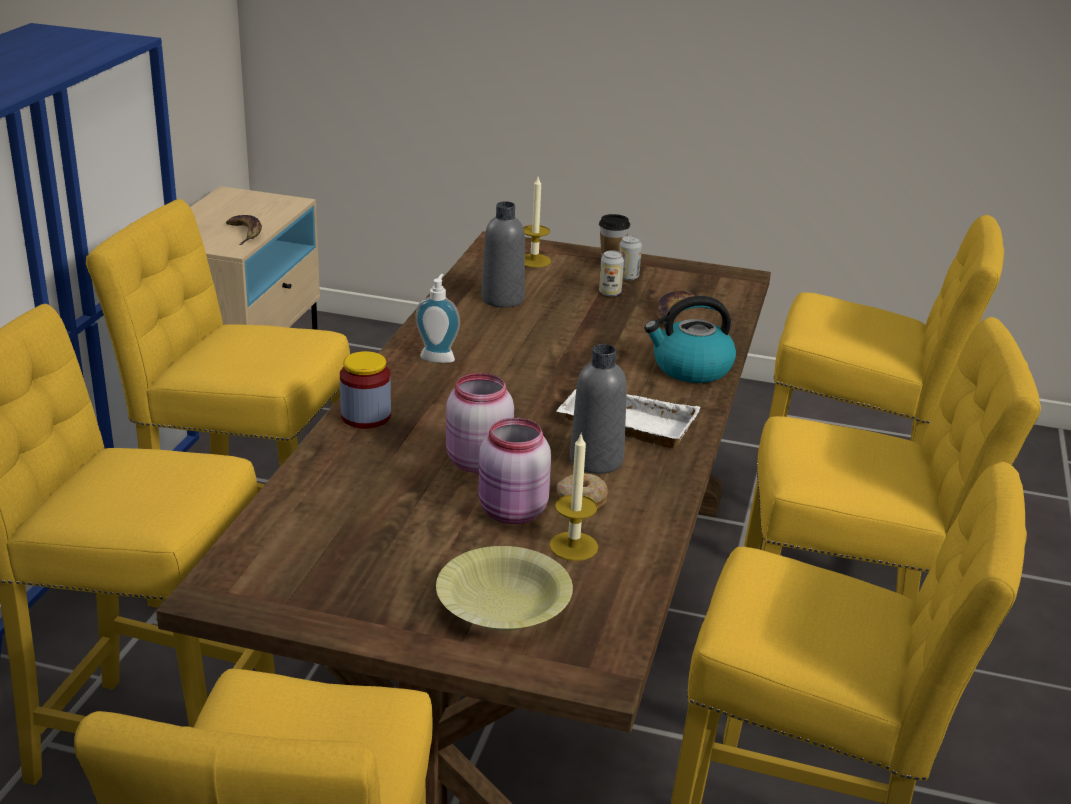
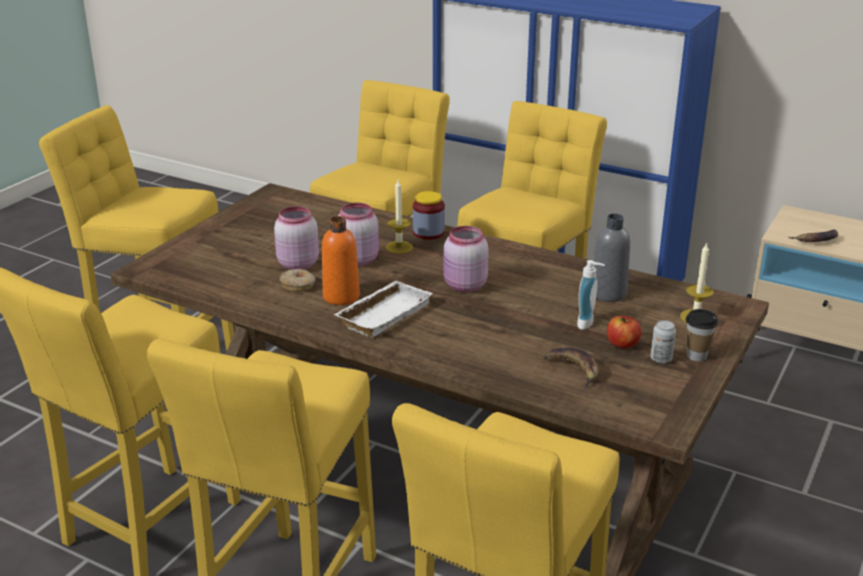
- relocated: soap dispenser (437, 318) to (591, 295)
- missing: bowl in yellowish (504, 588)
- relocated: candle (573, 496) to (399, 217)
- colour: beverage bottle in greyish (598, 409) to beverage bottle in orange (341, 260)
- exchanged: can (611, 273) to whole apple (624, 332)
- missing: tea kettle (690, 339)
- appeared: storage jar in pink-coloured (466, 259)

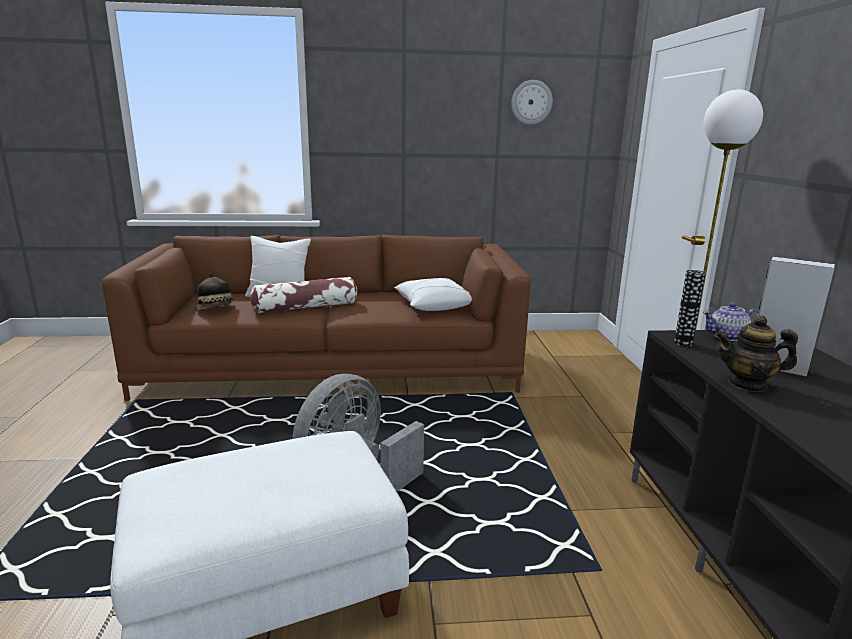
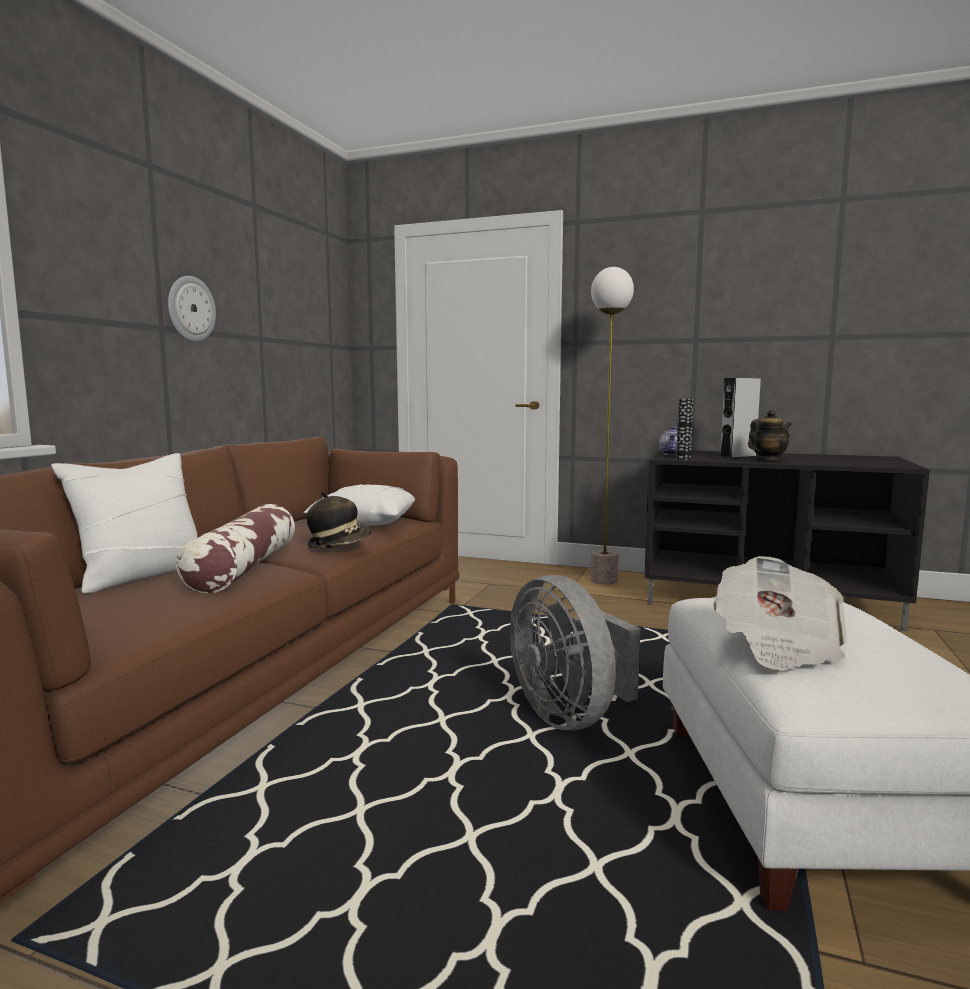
- relocated: clothing hat (216, 291) to (339, 520)
- relocated: hanging clock (532, 102) to (192, 309)
- spun: pot for tea (756, 354) = (769, 435) 150 degrees counterclockwise
- appeared: newspaper (780, 613)

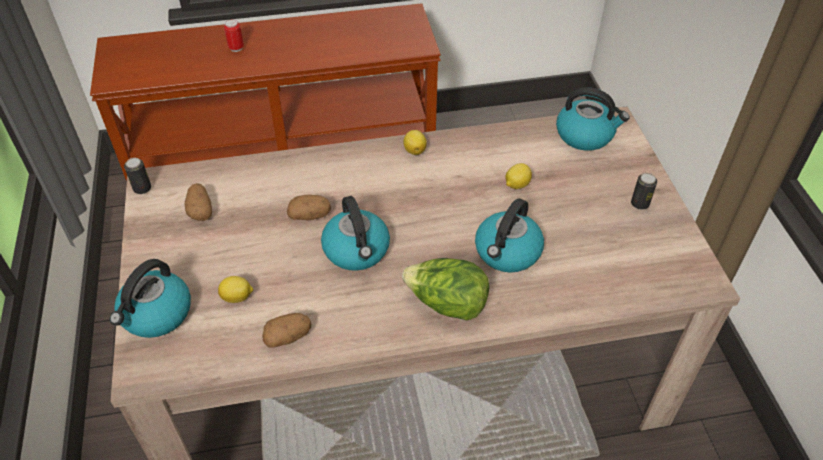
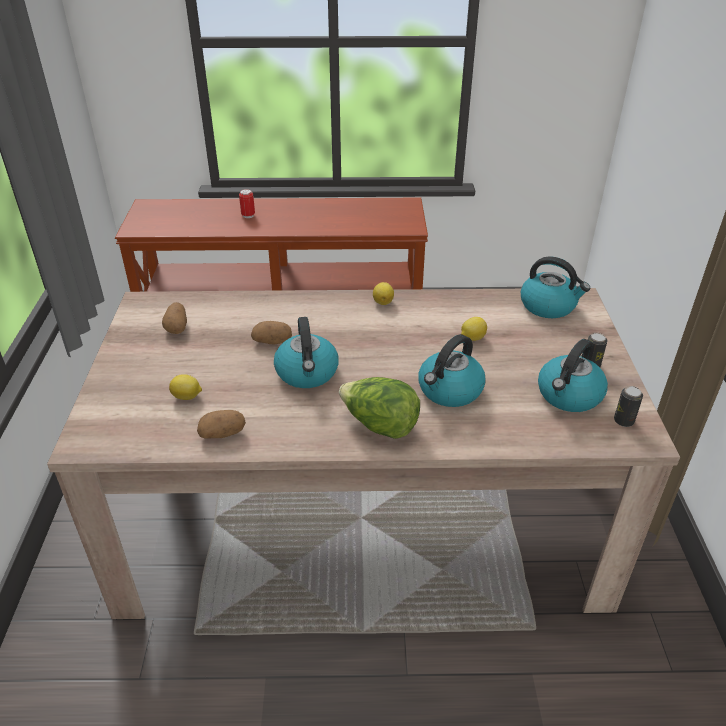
- relocated: tea kettle (150, 298) to (573, 375)
- relocated: can (137, 176) to (628, 406)

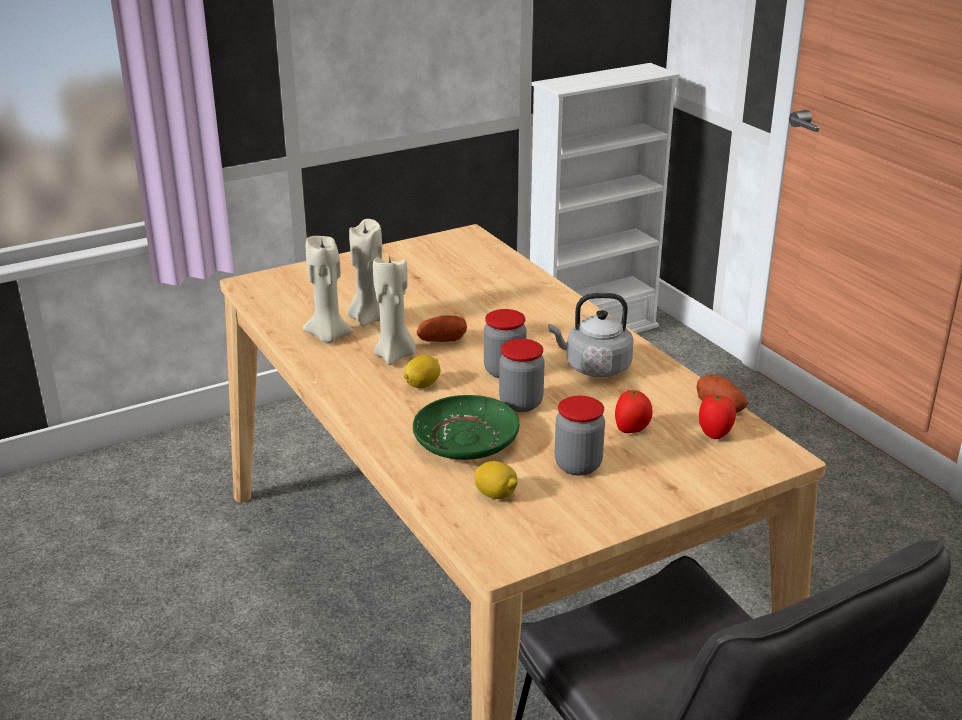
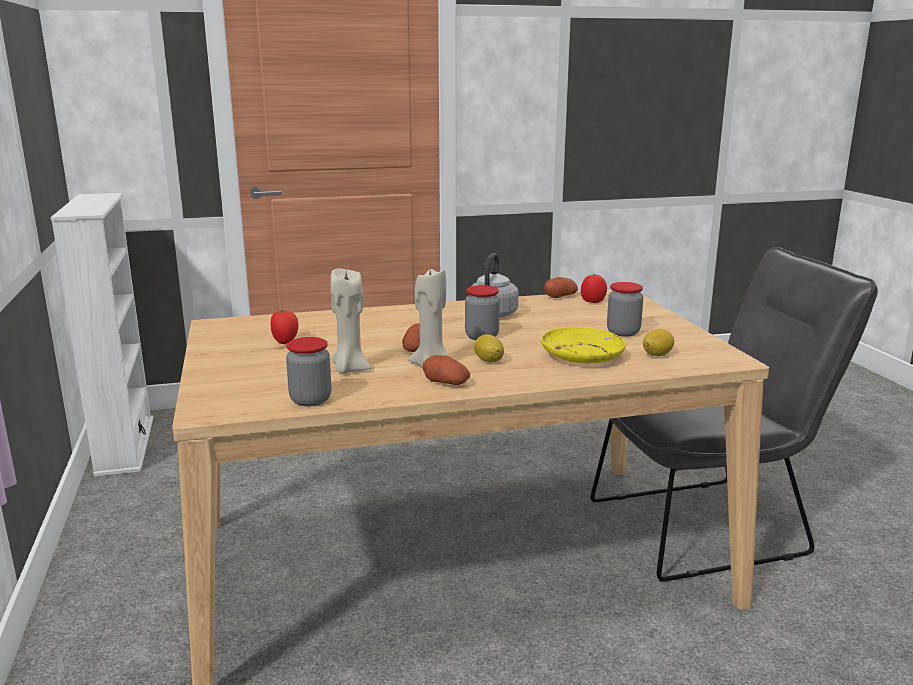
- missing: candle in beige-coloured (328, 289)
- colour: flat dish in green (466, 427) to flat dish in yellowish (583, 345)
- relocated: storage jar (522, 375) to (309, 371)
- relocated: fresh tomato (634, 411) to (285, 327)
- appeared: whole potato (446, 370)

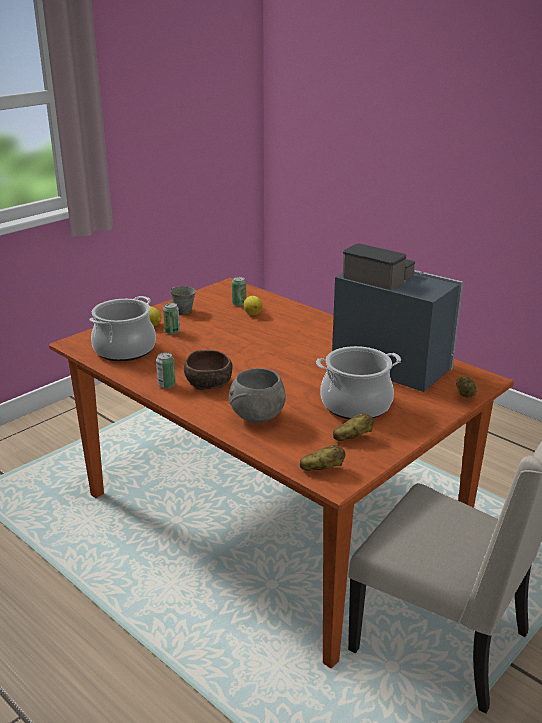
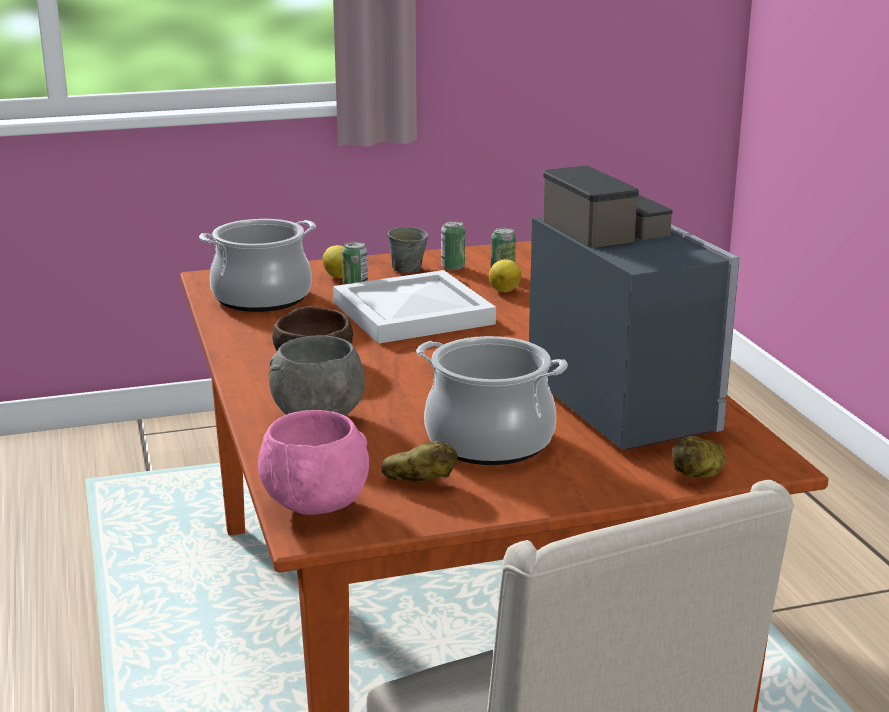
- relocated: can (166, 370) to (453, 245)
- exchanged: whole potato (322, 458) to bowl in pink-coloured (313, 462)
- appeared: tray in white (414, 307)

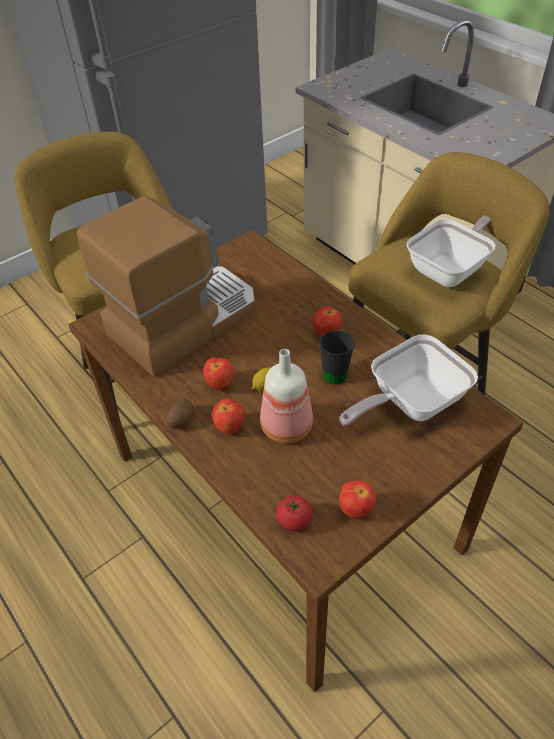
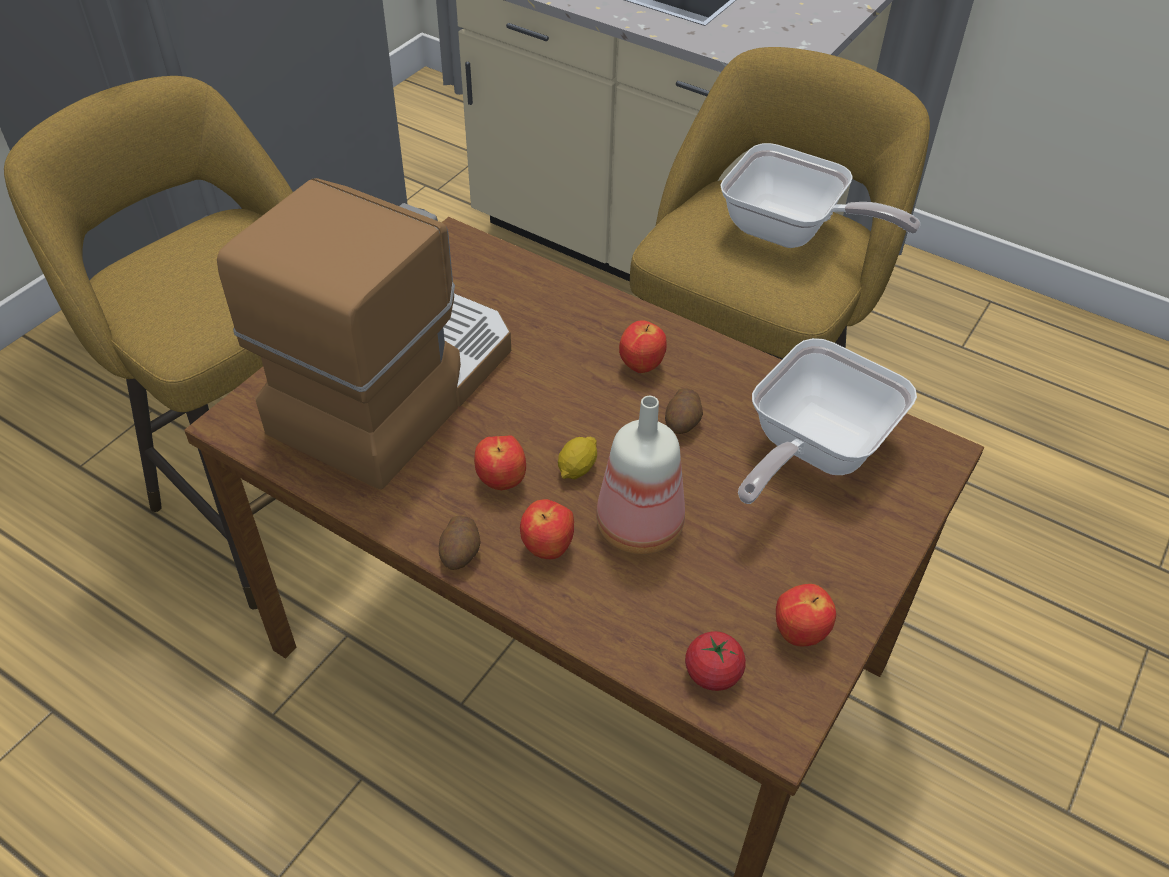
- exchanged: coffee mug in black-coloured (337, 357) to whole potato (684, 411)
- spun: frying pan (451, 251) = (820, 195) 90 degrees clockwise

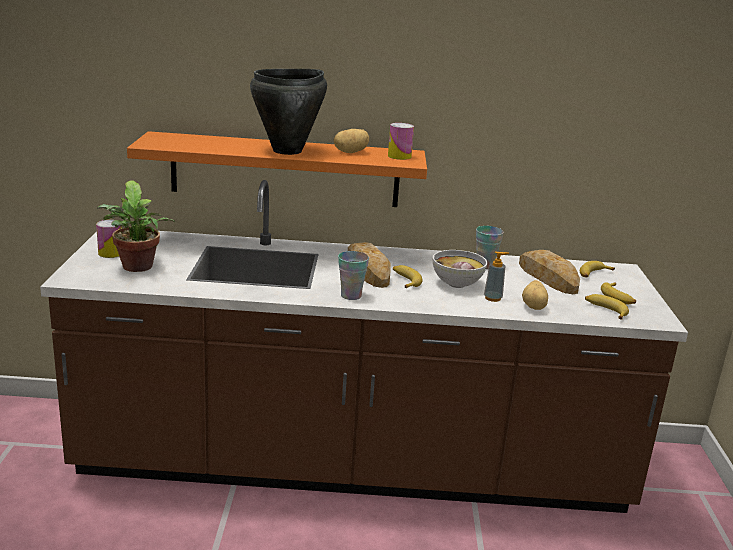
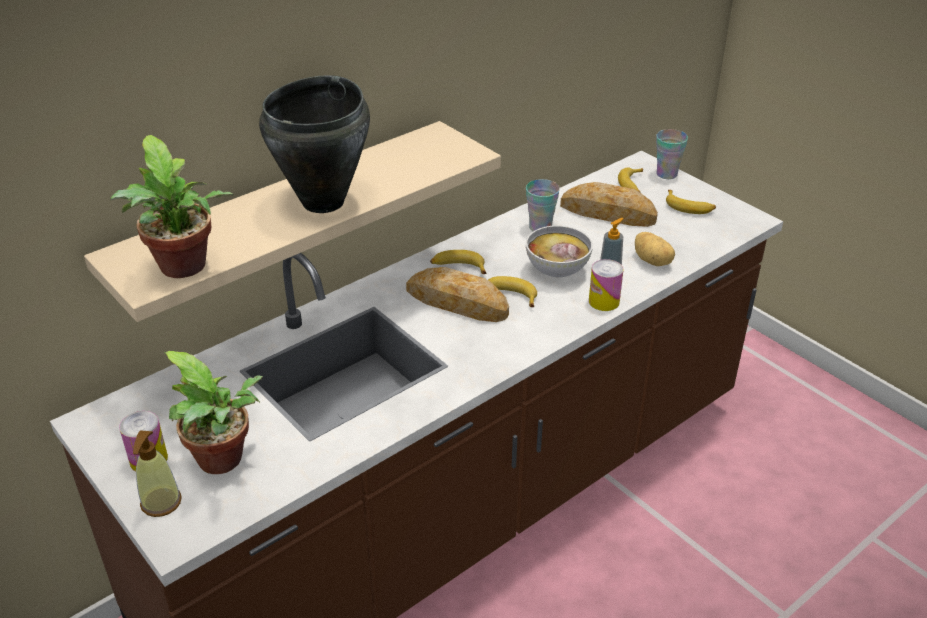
- colour: shelf in orange (277, 169) to shelf in beige-coloured (292, 221)
- missing: whole potato (351, 141)
- relocated: small cup (353, 275) to (672, 154)
- relocated: can (401, 141) to (606, 285)
- relocated: whole banana (607, 306) to (458, 262)
- appeared: potted plant (172, 206)
- appeared: soap dispenser (157, 473)

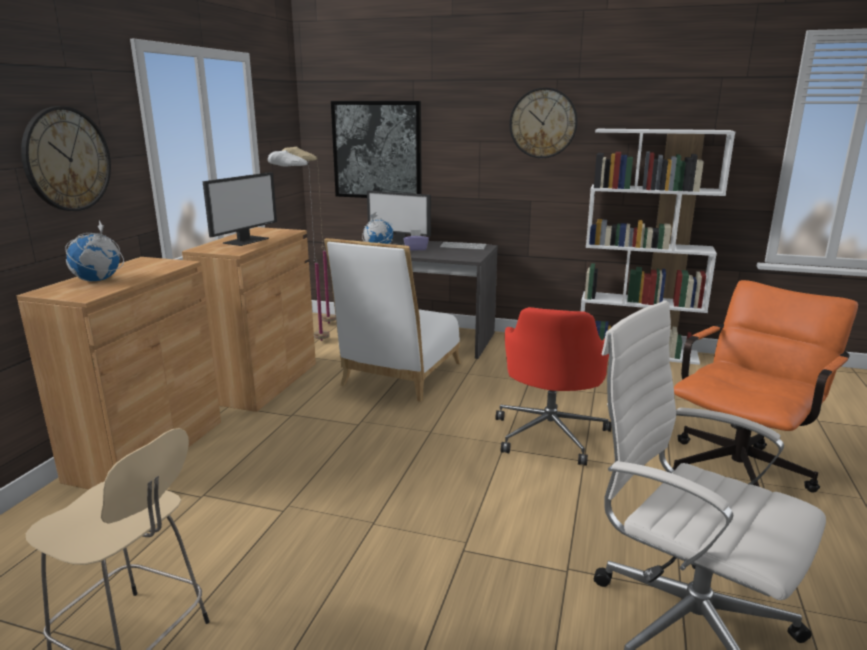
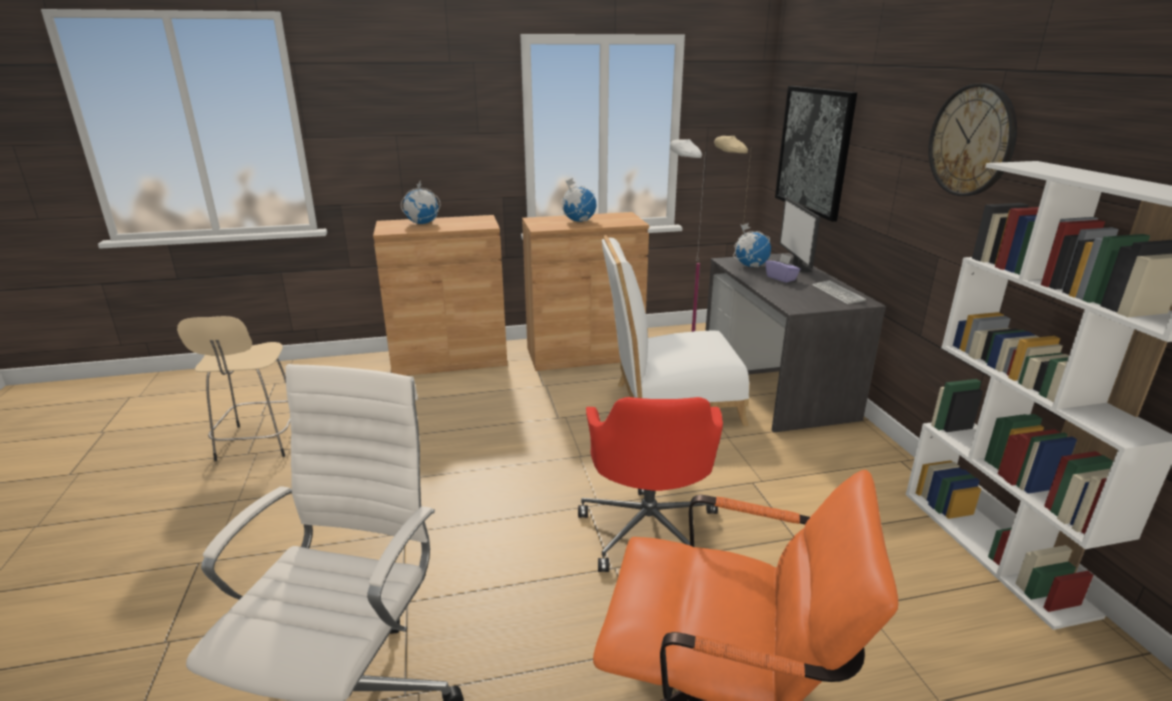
- missing: hanging clock (66, 158)
- exchanged: monitor (240, 209) to desk globe (578, 200)
- spun: desk chair in red (554, 386) = (650, 484) 75 degrees counterclockwise

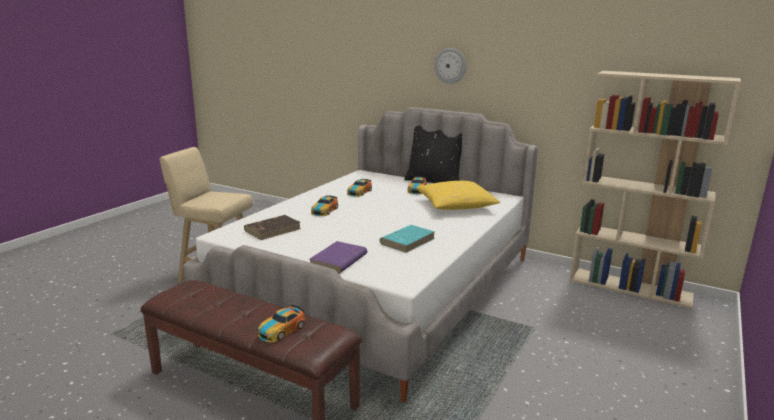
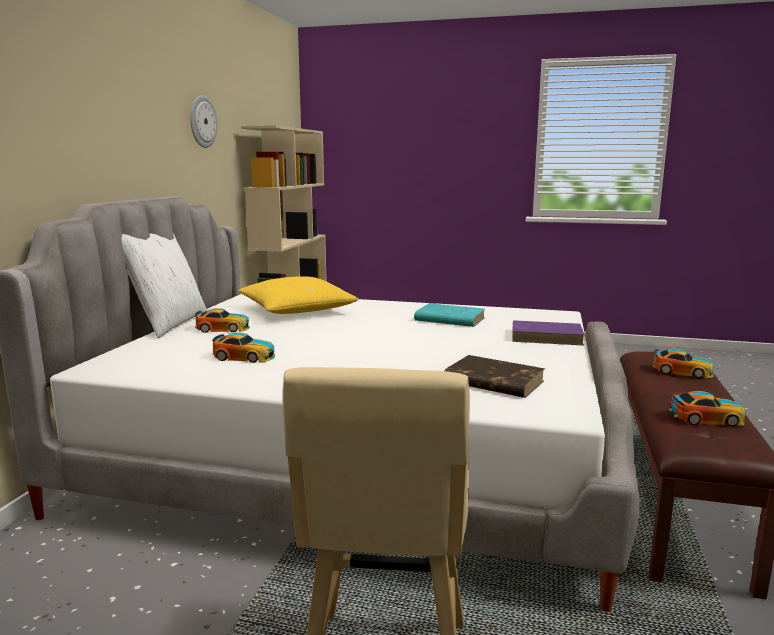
- relocated: toy car (324, 205) to (707, 408)
- colour: pillow in black-coloured (433, 154) to pillow in white (164, 285)
- relocated: hanging clock (450, 66) to (204, 121)

